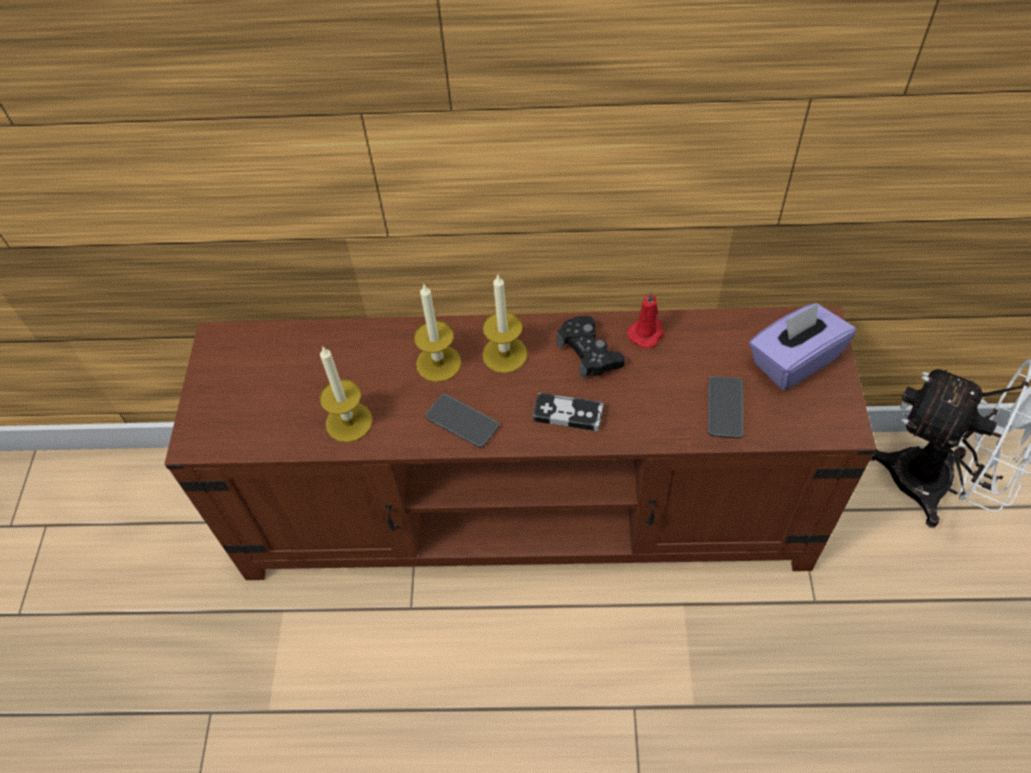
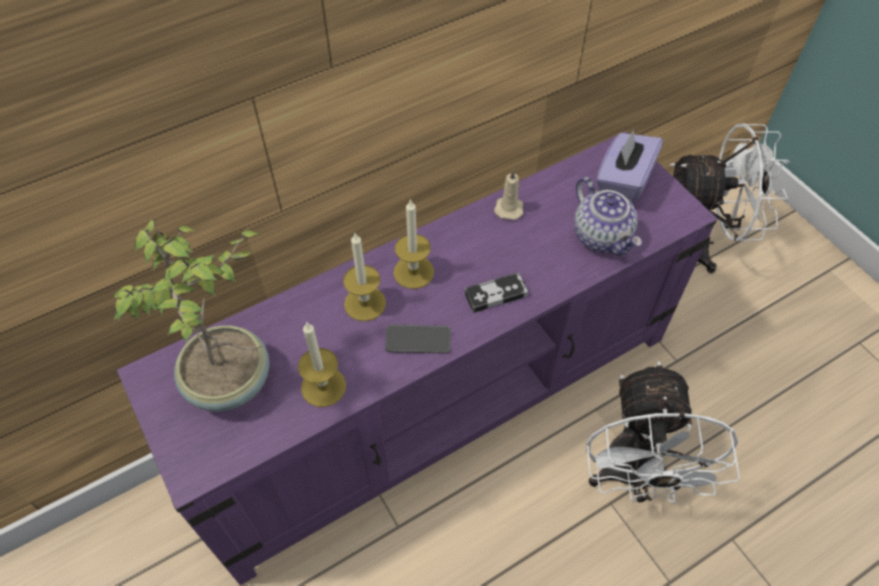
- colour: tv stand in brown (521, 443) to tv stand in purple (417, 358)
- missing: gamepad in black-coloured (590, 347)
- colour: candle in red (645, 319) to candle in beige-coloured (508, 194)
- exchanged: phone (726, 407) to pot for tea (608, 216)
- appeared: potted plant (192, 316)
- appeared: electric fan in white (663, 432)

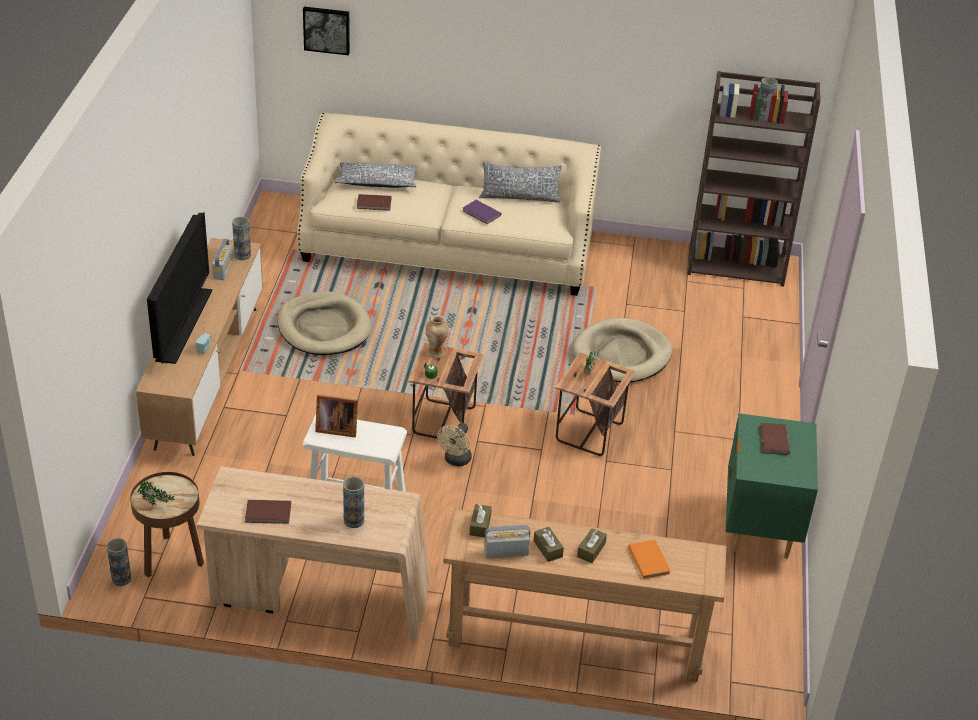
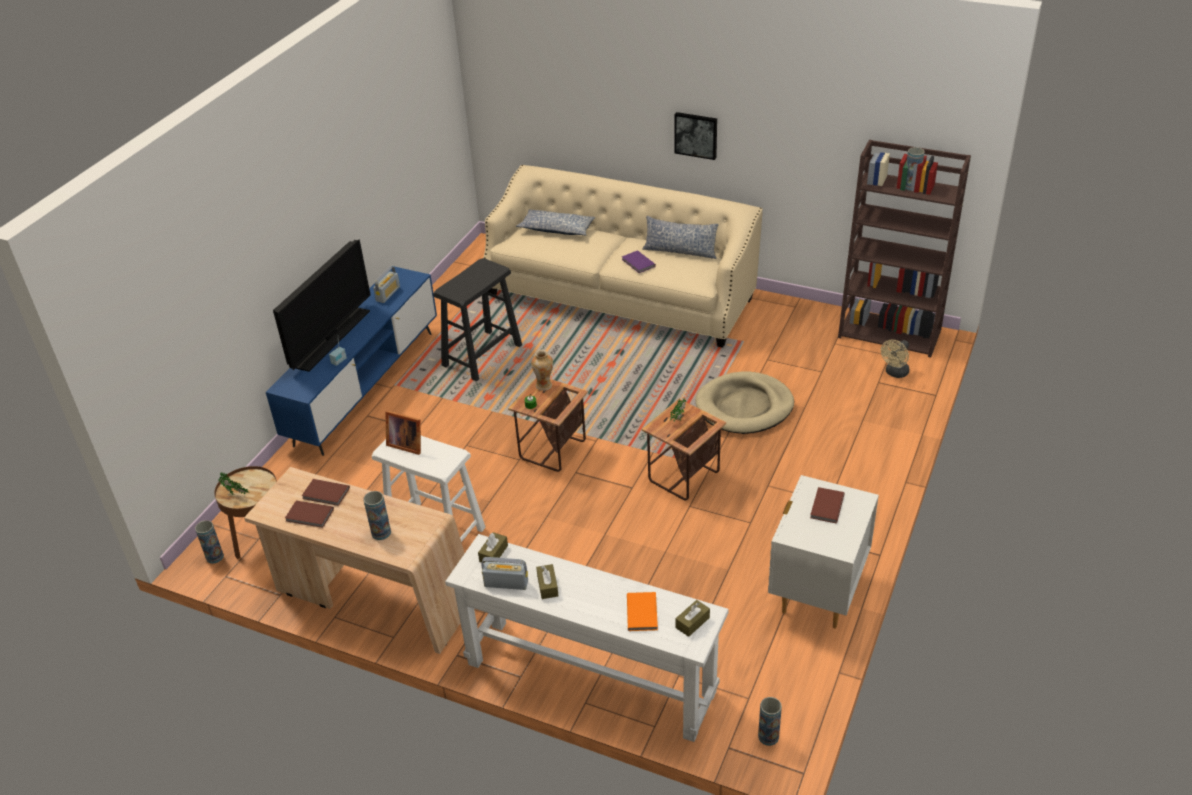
- colour: tv stand in brown (199, 347) to tv stand in blue (351, 361)
- relocated: flower vase (241, 238) to (770, 721)
- exchanged: dog bed in beige-coloured (325, 323) to stool in black-coloured (477, 319)
- relocated: wall art (326, 31) to (695, 136)
- relocated: book in brown (374, 202) to (326, 492)
- relocated: electric fan in beige-coloured (454, 445) to (895, 359)
- colour: hall table in brown (585, 595) to hall table in white (587, 638)
- relocated: box of tissues in brown (592, 545) to (692, 618)
- colour: nightstand in green (771, 486) to nightstand in white (823, 551)

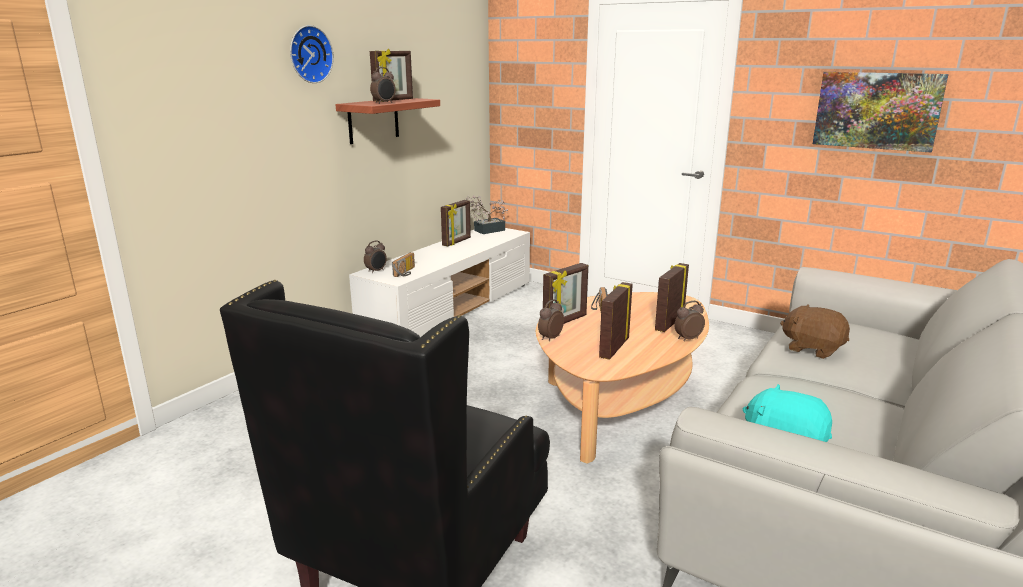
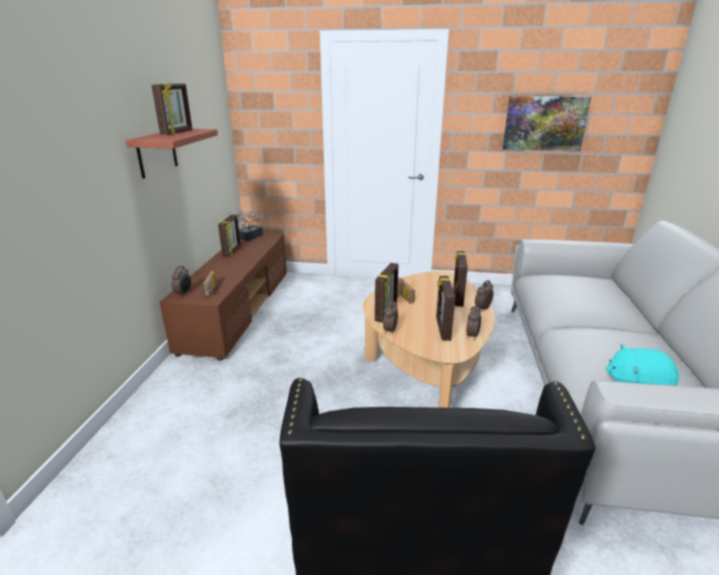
- missing: hanging clock (312, 54)
- colour: tv stand in white (439, 282) to tv stand in brown (223, 297)
- relocated: alarm clock (383, 85) to (473, 322)
- missing: cuddly toy in brown (815, 331)

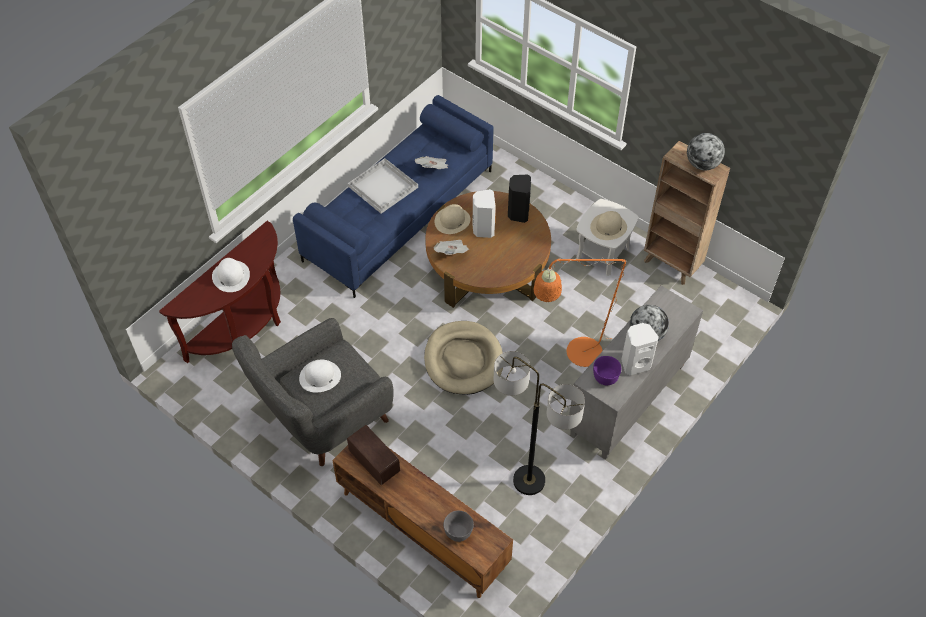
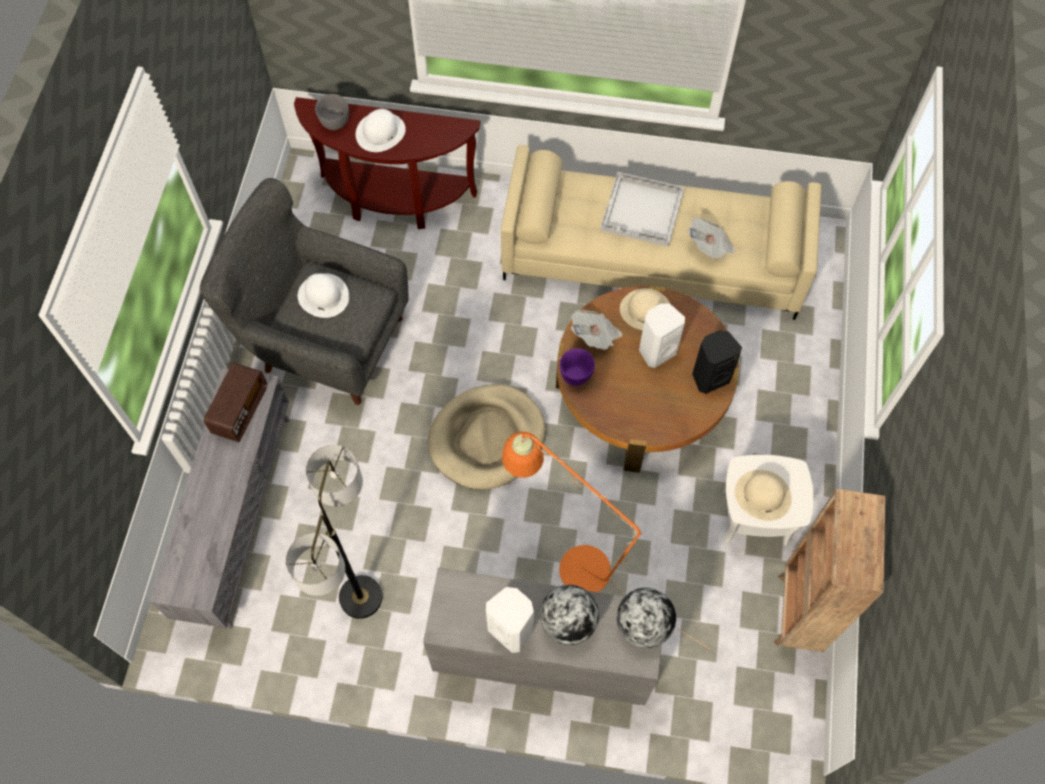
- colour: sofa in blue (393, 196) to sofa in beige-coloured (661, 232)
- colour: tv stand in brown (422, 521) to tv stand in greyish (220, 498)
- relocated: bowl in greyish (458, 526) to (332, 112)
- relocated: bowl in purple (607, 370) to (577, 367)
- relocated: desk globe (706, 151) to (646, 618)

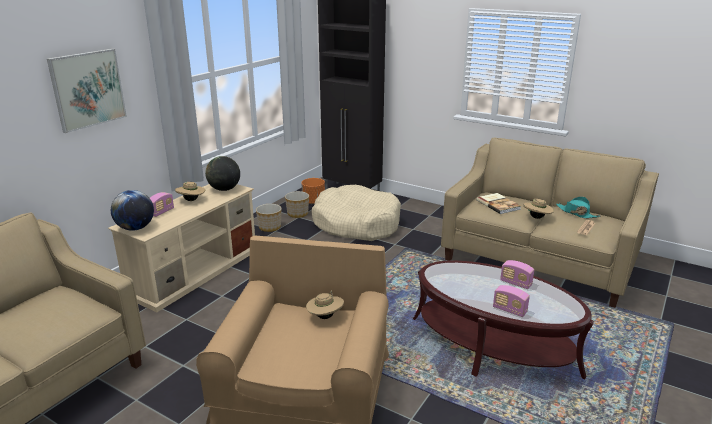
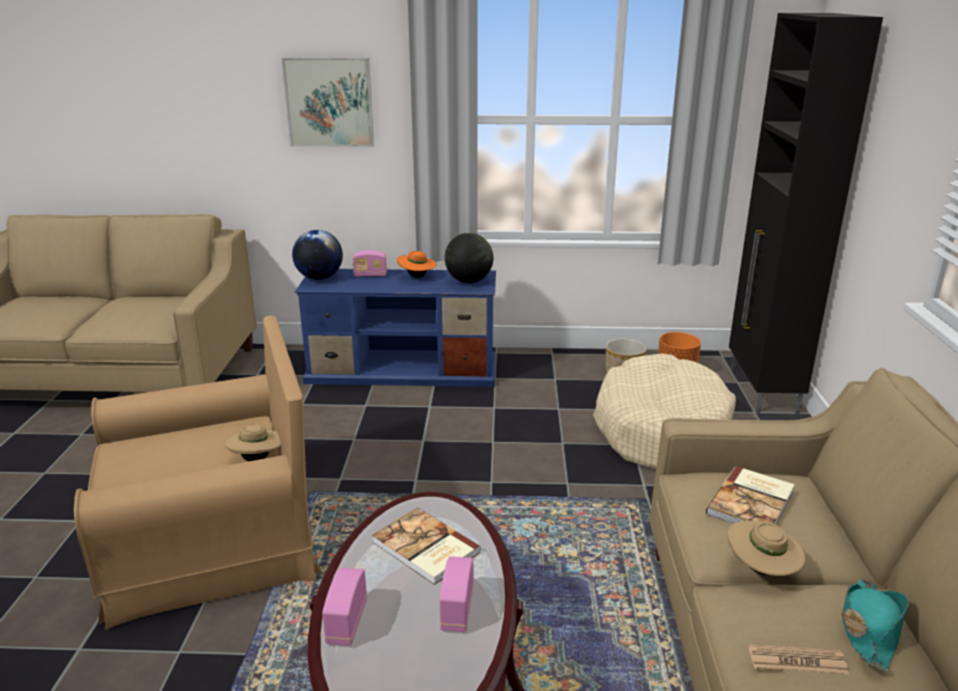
- colour: tv stand in beige-coloured (181, 248) to tv stand in blue (395, 328)
- colour: clothing hat in beige-coloured (190, 191) to clothing hat in orange (416, 264)
- missing: flower pot (269, 218)
- appeared: book (426, 546)

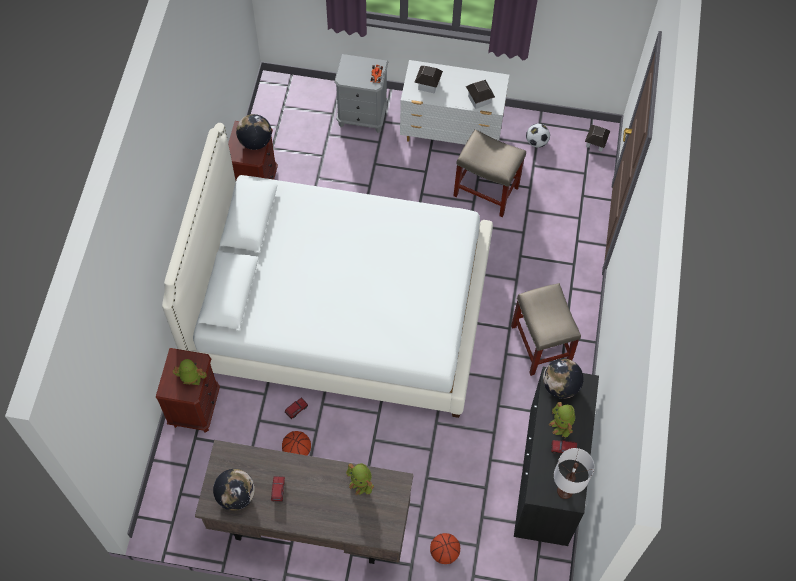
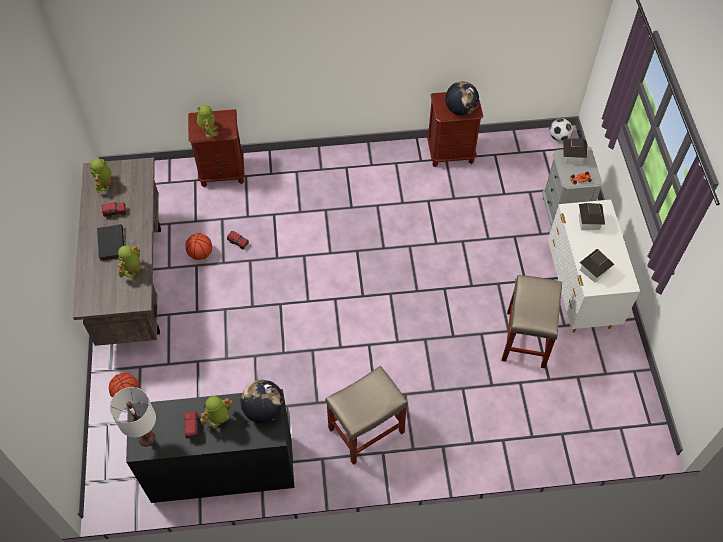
- missing: bedroom bed in white (327, 270)
- exchanged: desk globe (234, 490) to model robot (100, 176)
- relocated: ball for football (538, 136) to (561, 129)
- relocated: miniature house (597, 138) to (575, 151)
- appeared: book in black-coloured (110, 242)

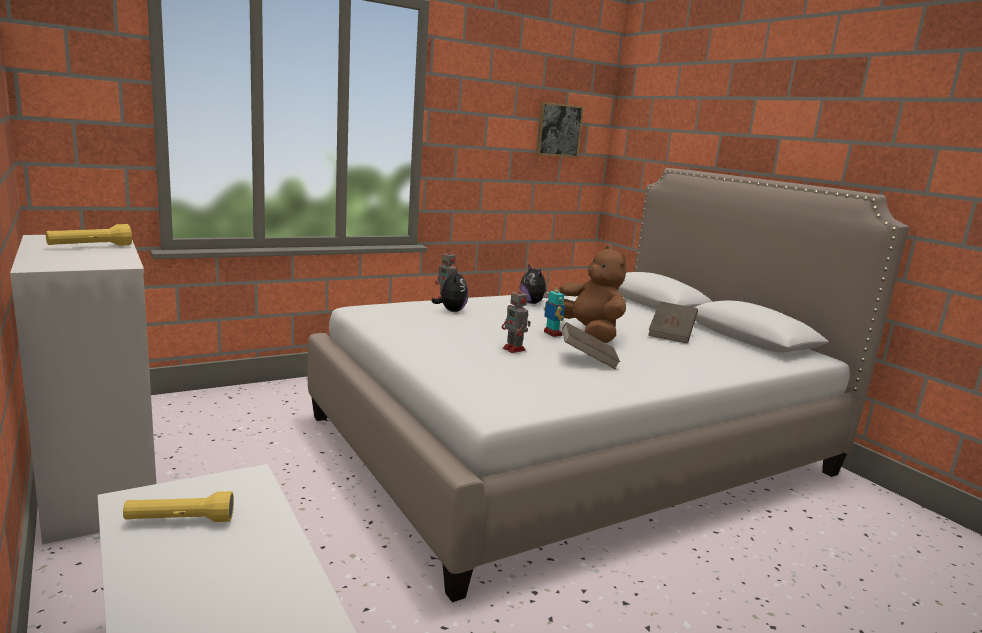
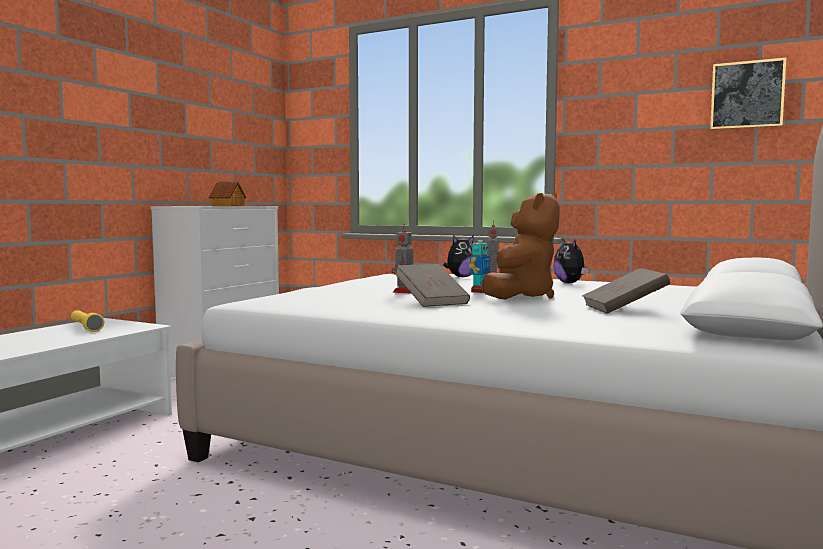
- exchanged: torch in yellowish (89, 235) to miniature house (227, 194)
- spun: cuddly toy (534, 284) = (571, 260) 45 degrees counterclockwise

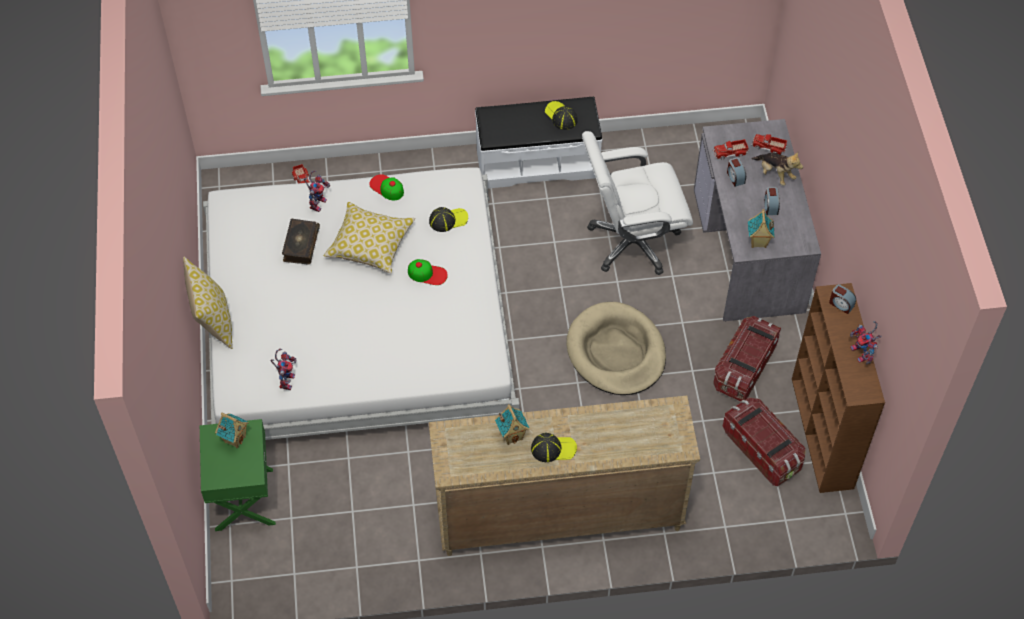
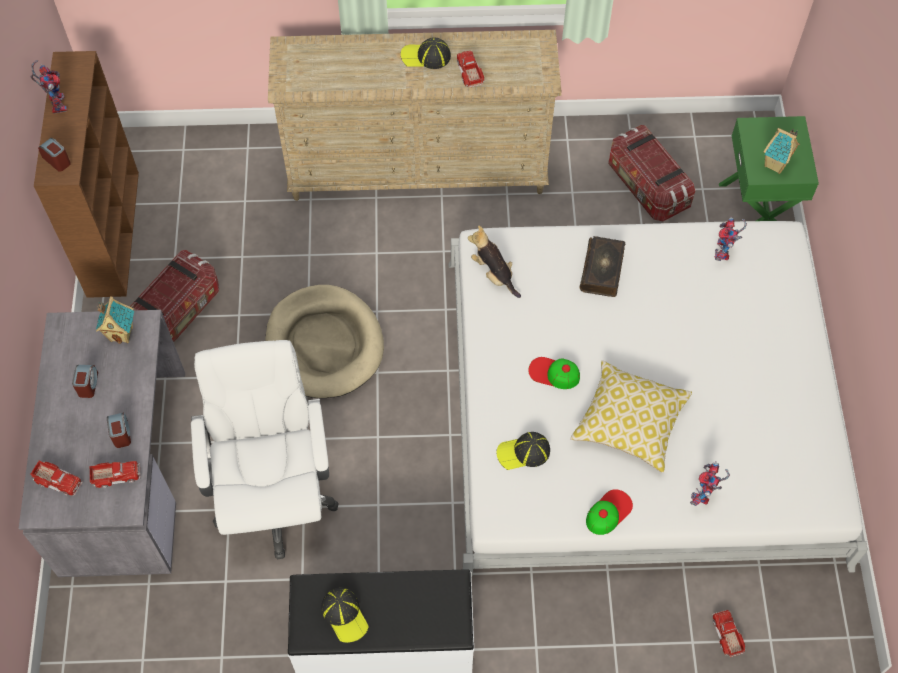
- missing: pillow (208, 303)
- relocated: book (301, 242) to (602, 266)
- spun: cap (386, 187) = (609, 512) 90 degrees counterclockwise
- exchanged: miniature house (512, 424) to toy lorry (470, 69)
- spun: desk chair in white (637, 203) = (265, 449) 90 degrees counterclockwise
- relocated: storage bin (764, 442) to (651, 173)
- relocated: cuddly toy (777, 169) to (494, 261)

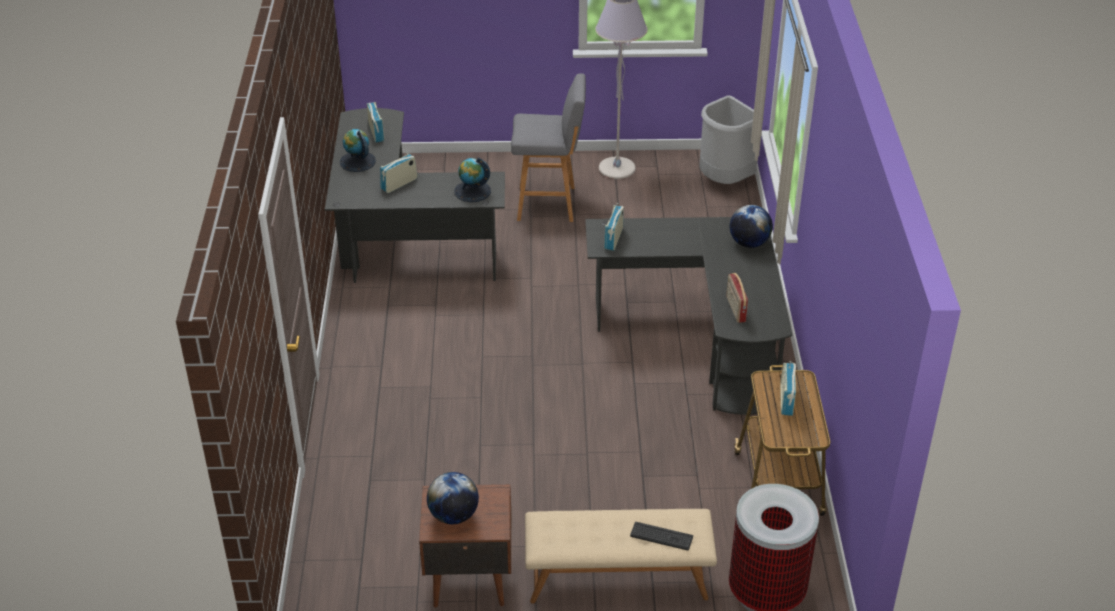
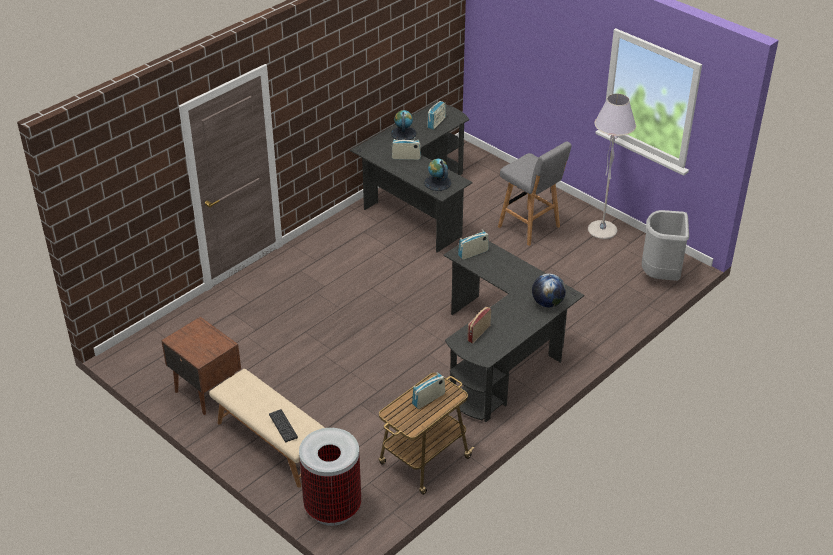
- missing: desk globe (453, 498)

